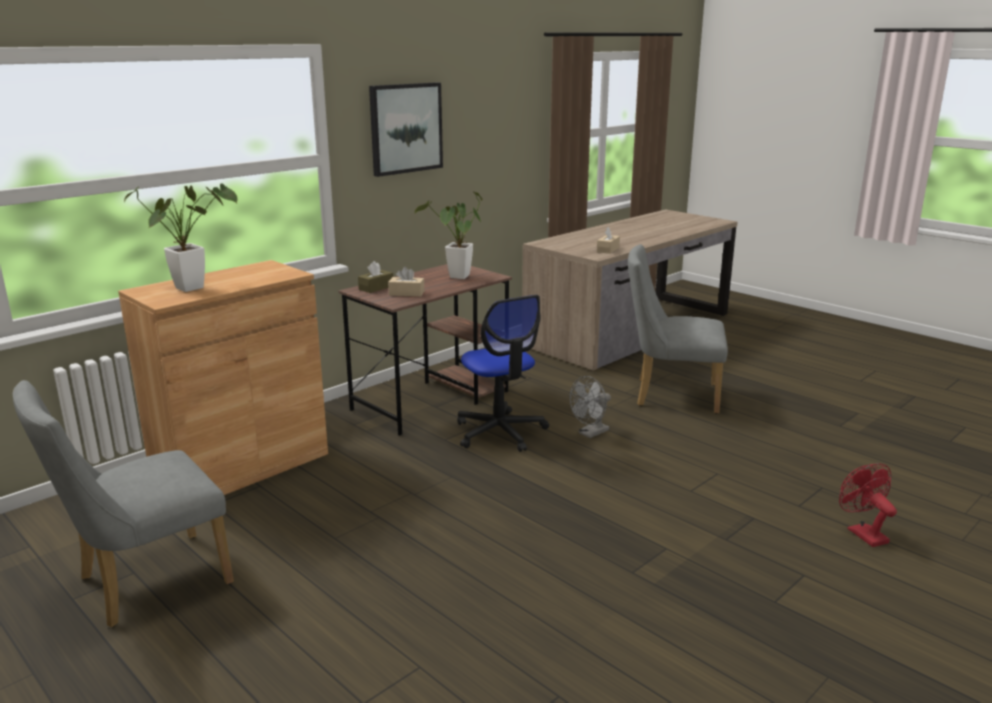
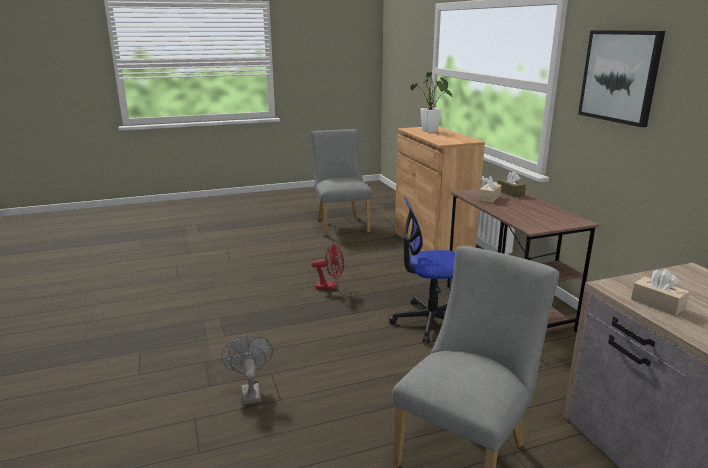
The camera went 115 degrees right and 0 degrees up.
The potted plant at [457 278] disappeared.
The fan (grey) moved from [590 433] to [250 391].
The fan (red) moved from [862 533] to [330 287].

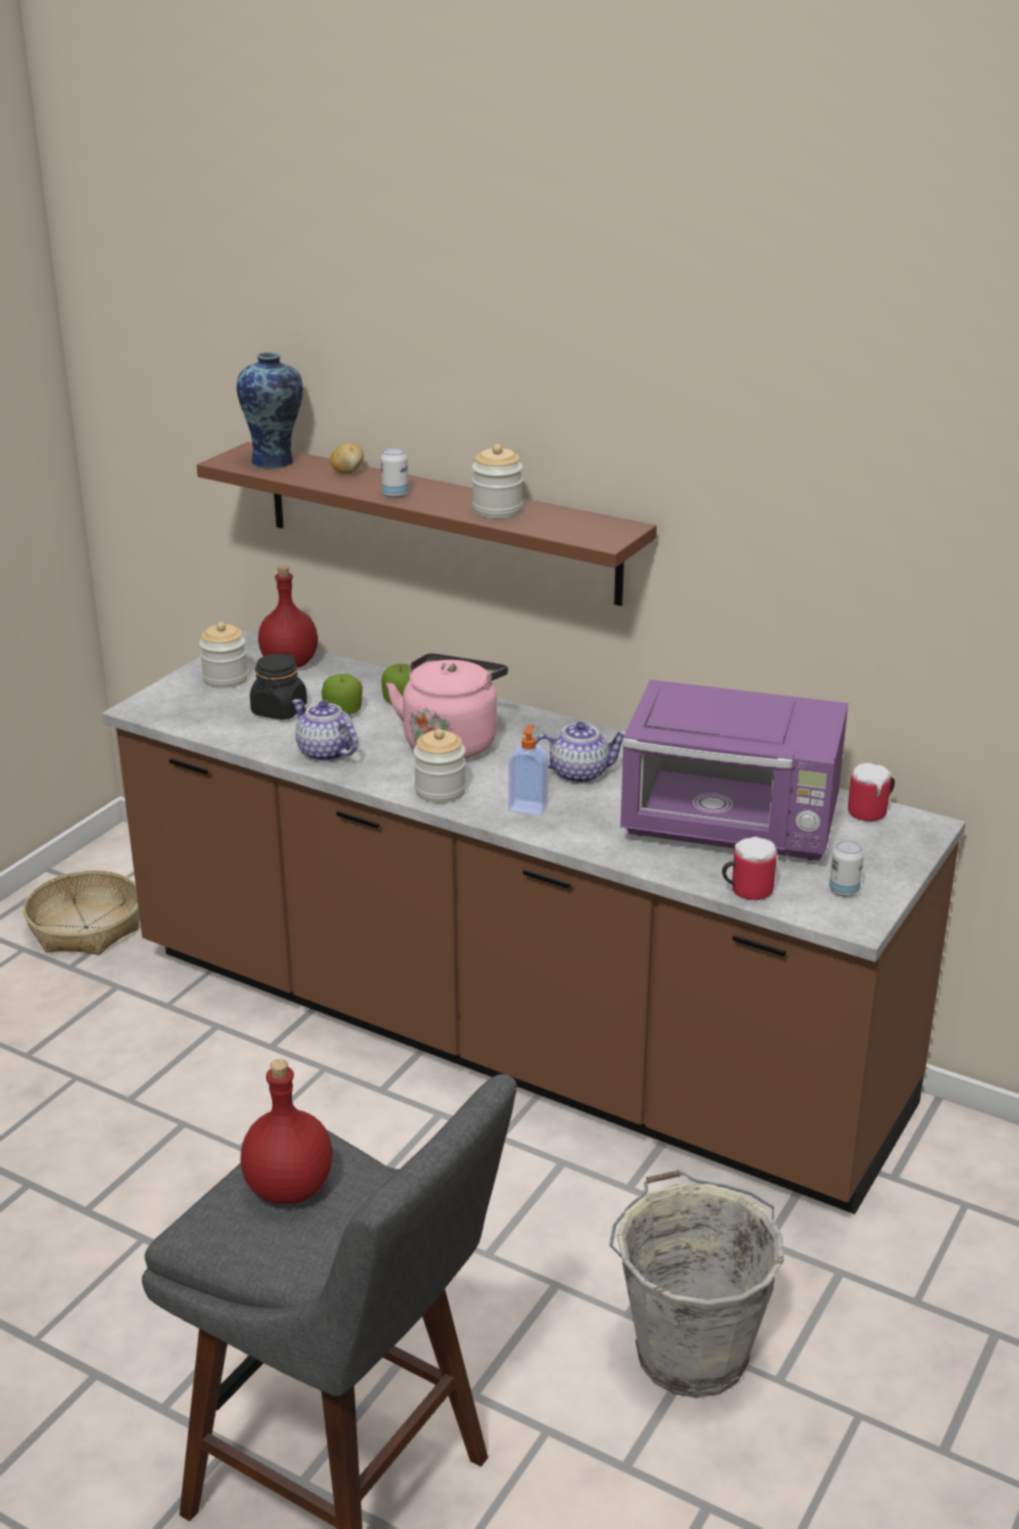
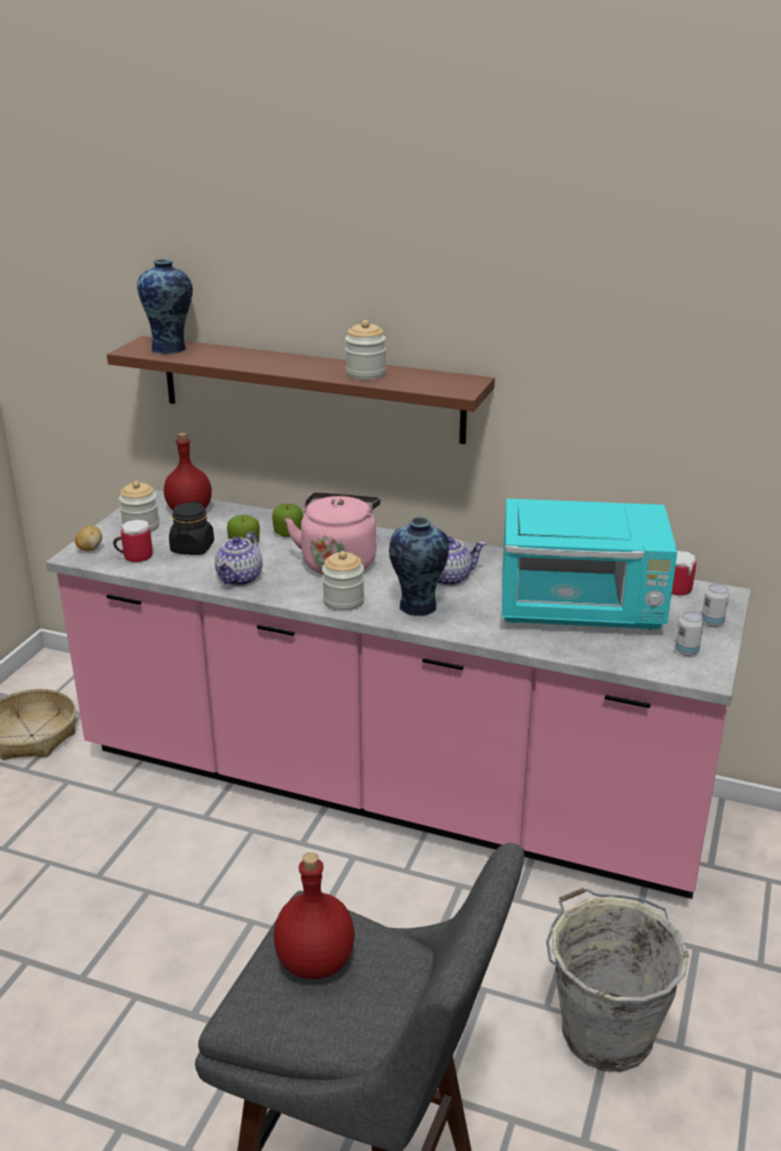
The camera went 10 degrees left and 0 degrees up.
The counter (brown) at [509 1034] became the counter (pink) at [390 786].
The teapot at [324 752] turned 105 degrees counterclockwise.
The potato moved from [347 472] to [90 549].
The can moved from [395 494] to [712 622].
The soap dispenser at [528 807] was replaced by the vase at [418 607].
The microwave (purple) at [732 828] became the microwave (turquoise) at [582 610].
The mug moved from [745 890] to [134 556].

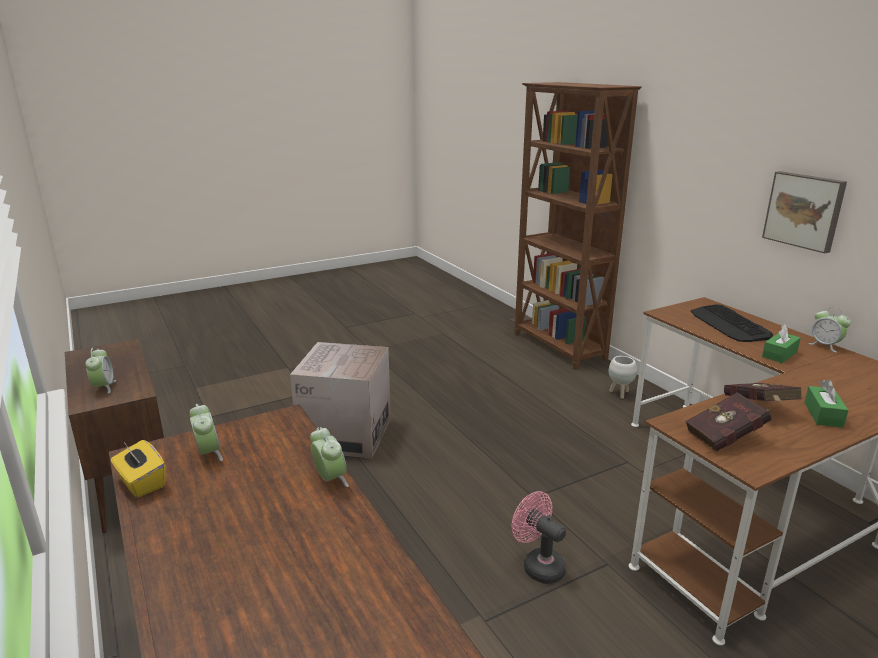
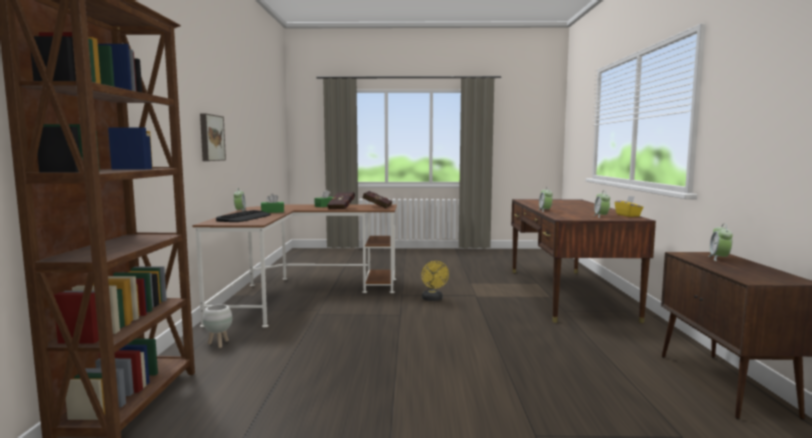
The camera went 150 degrees left and 15 degrees down.
The cardboard box at [346 434] disappeared.
The fan (pink) at [538 565] became the fan (yellow) at [433 299].

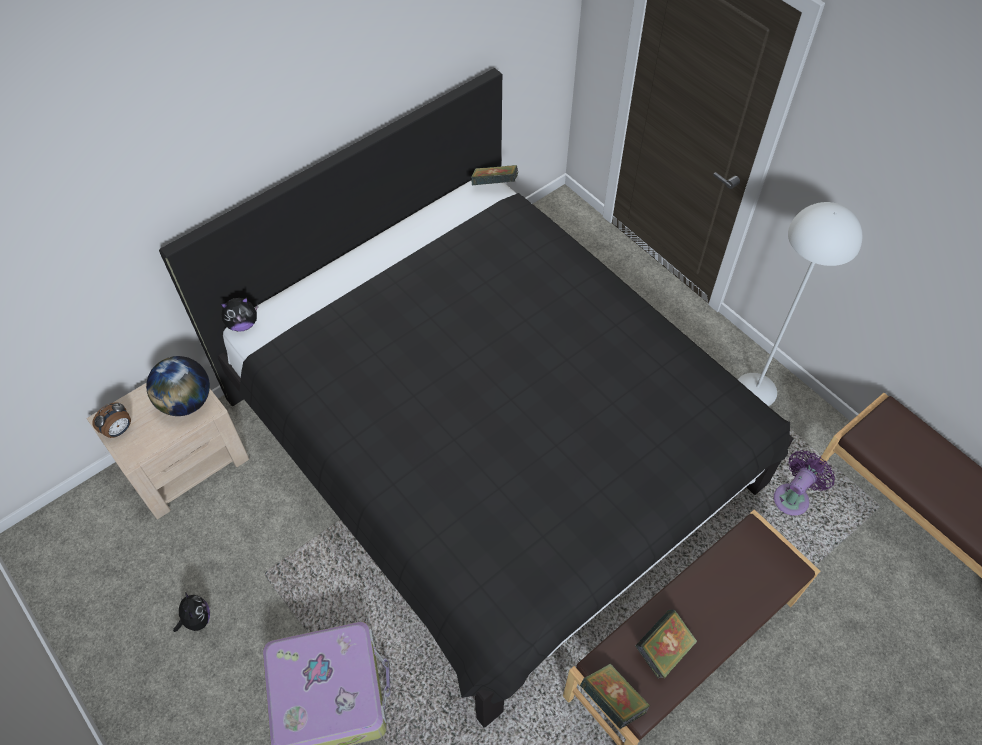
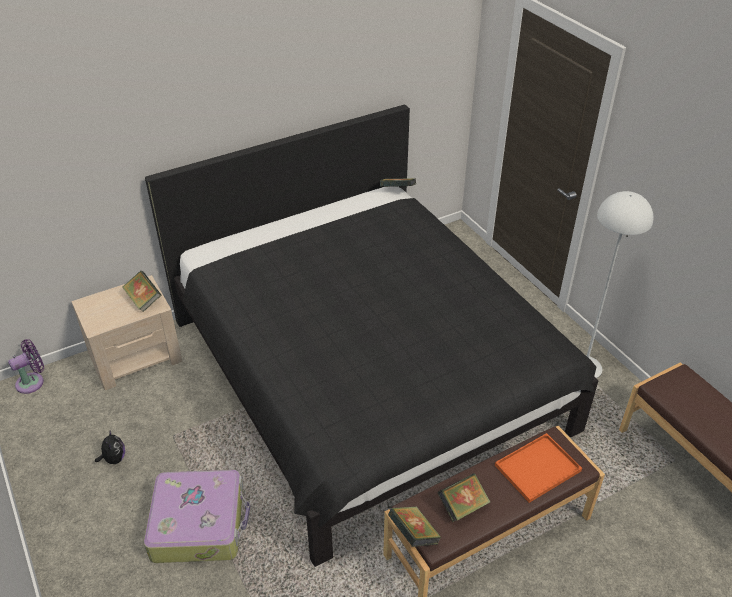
The camera went 10 degrees right and 15 degrees down.
The alarm clock at [119 430] disappeared.
The globe at [186 402] was replaced by the book at [143 300].
The plush toy at [243 324] disappeared.
The fan (purple) moved from [793 497] to [33 382].
The tray (orange) at [537 469] appeared.

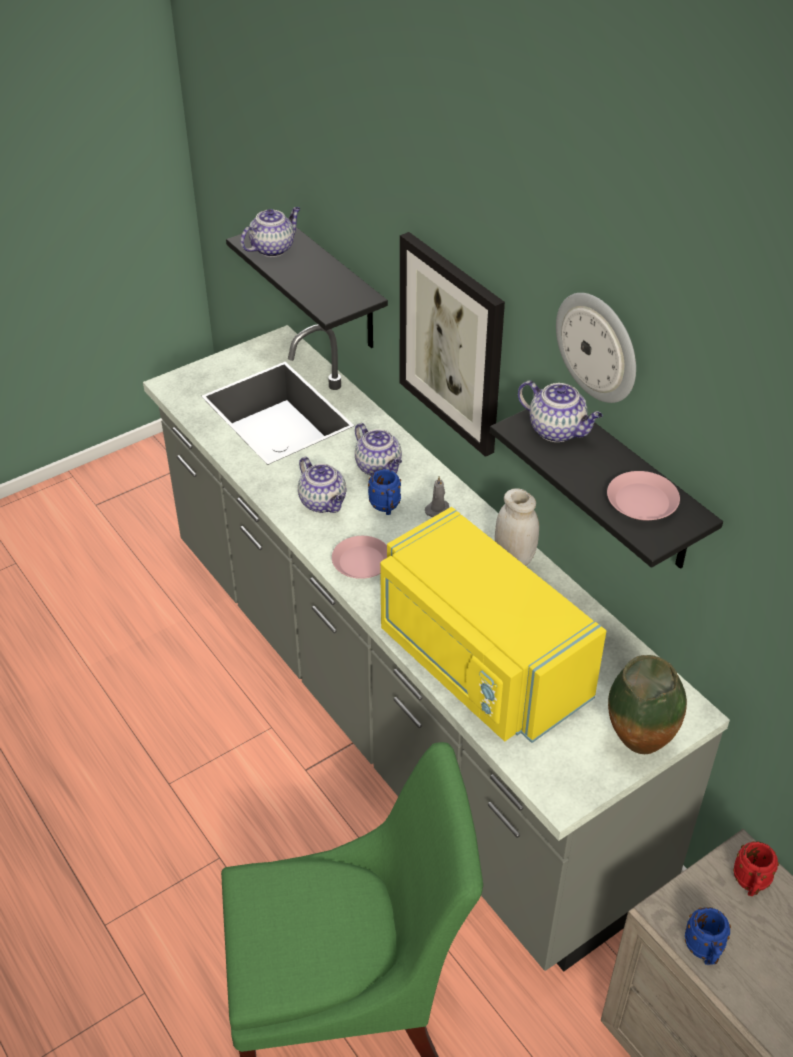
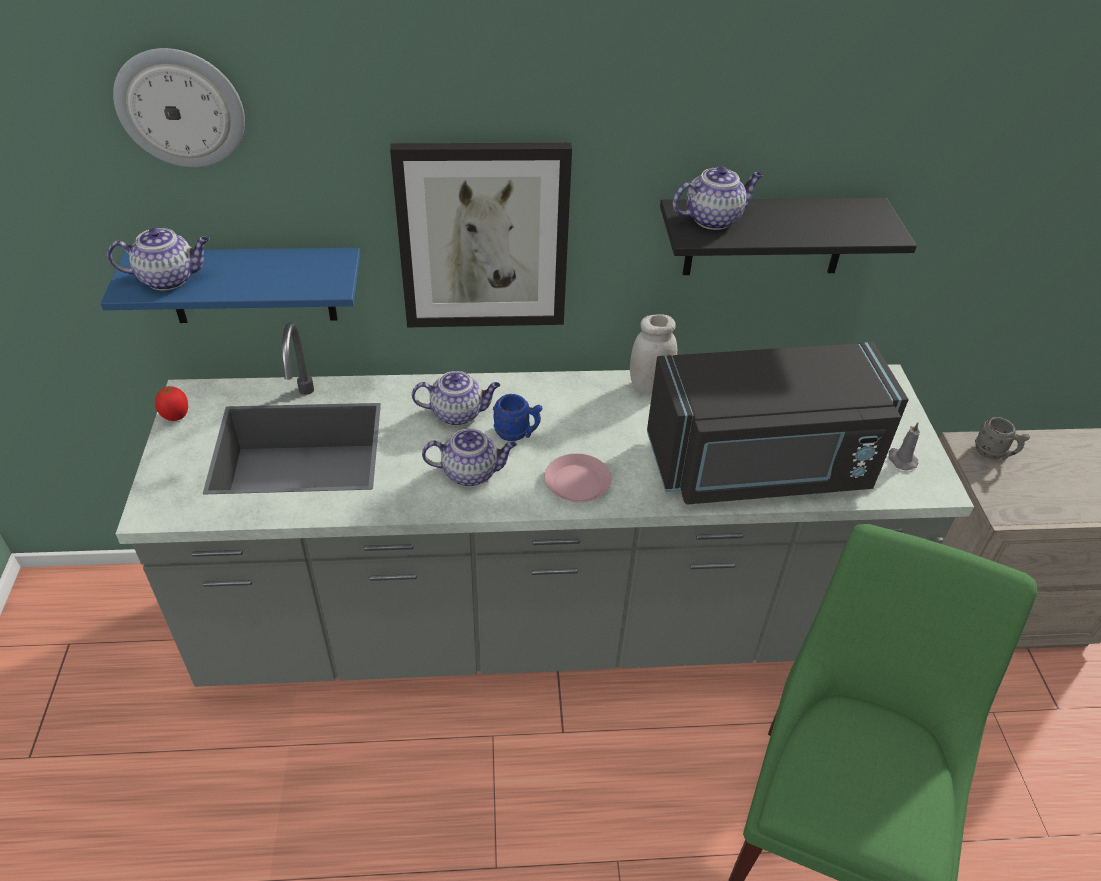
The camera went 60 degrees left and 0 degrees up.
The shelf (black) at [335 287] became the shelf (blue) at [251 285].
The teapot at [273 248] turned 90 degrees clockwise.
The microwave (yellow) at [478 664] became the microwave (black) at [762 467].
The candle (grey) moved from [438 510] to [901 459].
The wall clock moved from [598 346] to [181 108].
The plate (pink) at [642 502] disappeared.
The vase at [637 748] disappeared.
The mug (blue) at [704 951] disappeared.
The mug (red) at [750 884] became the mug (grey) at [994 454].
The tomato at [176 416] appeared.

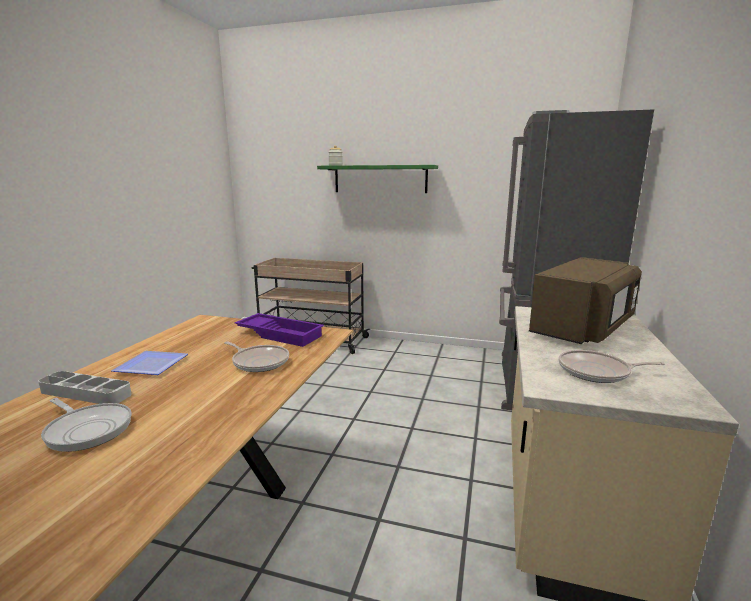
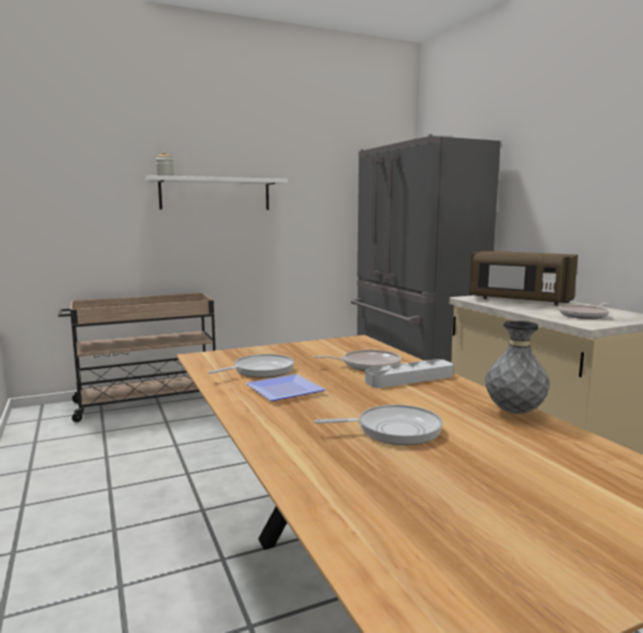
The camera went 40 degrees left and 5 degrees down.
The tray (grey) moved from [86 393] to [409 378].
The tray (purple) at [281 334] disappeared.
The shelf (green) at [380 179] became the shelf (white) at [215 194].
The microwave (brown) at [583 328] turned 120 degrees clockwise.
The frying pan at [260 370] appeared.
The vase (grey) at [514 412] appeared.

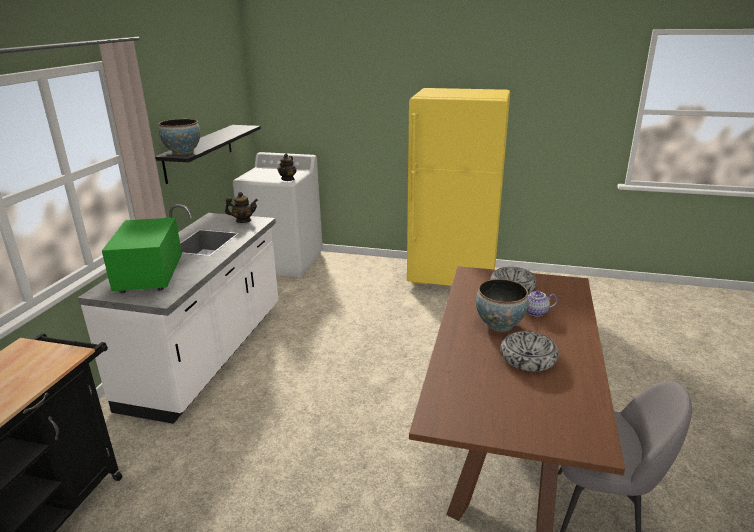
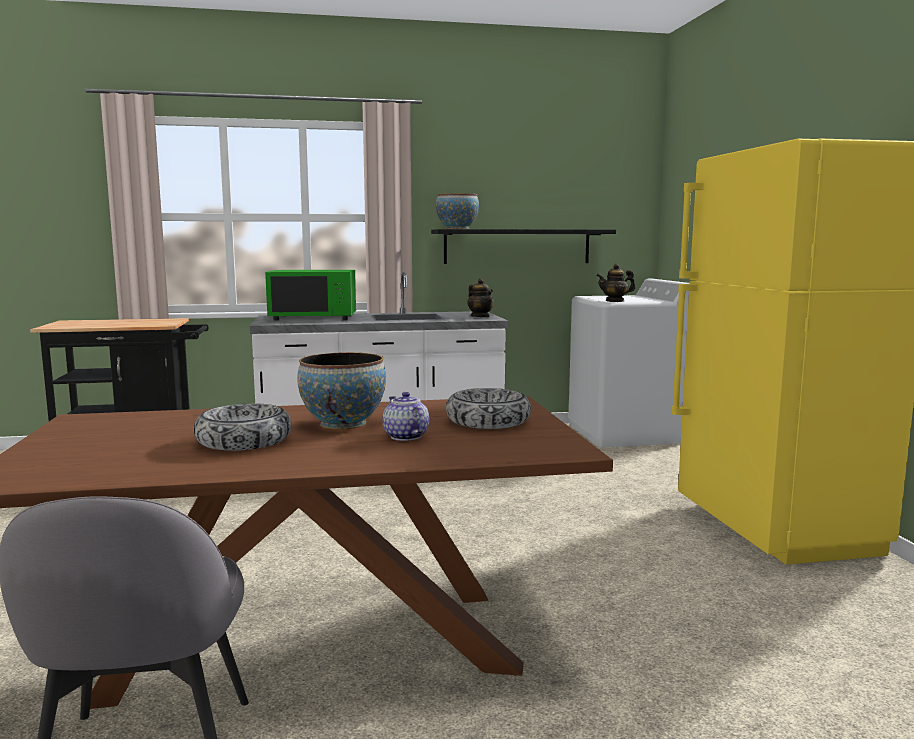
The camera went 65 degrees right and 15 degrees down.
The microwave (green) at [150 275] turned 150 degrees counterclockwise.

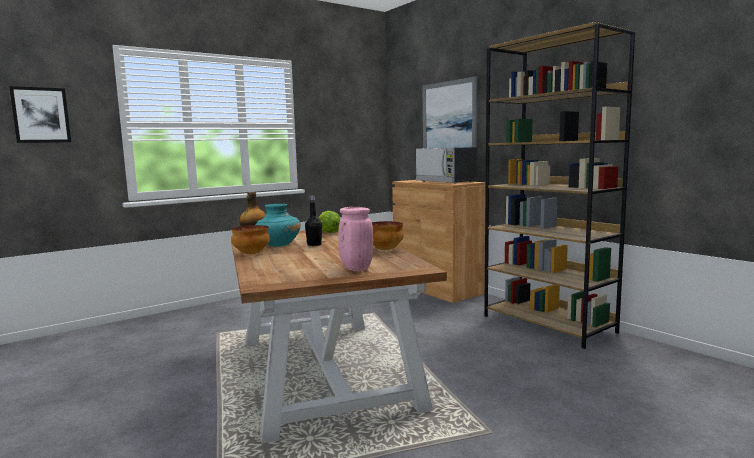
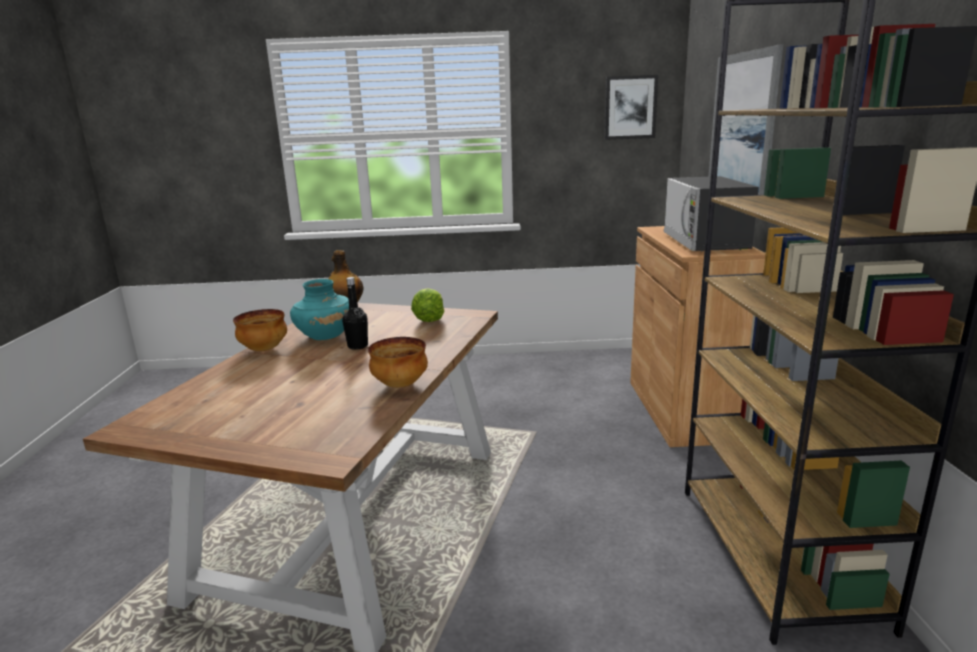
The camera went 35 degrees right and 10 degrees up.
The picture moved from [41 115] to [630 107].
The vase (pink) at [355 269] disappeared.

